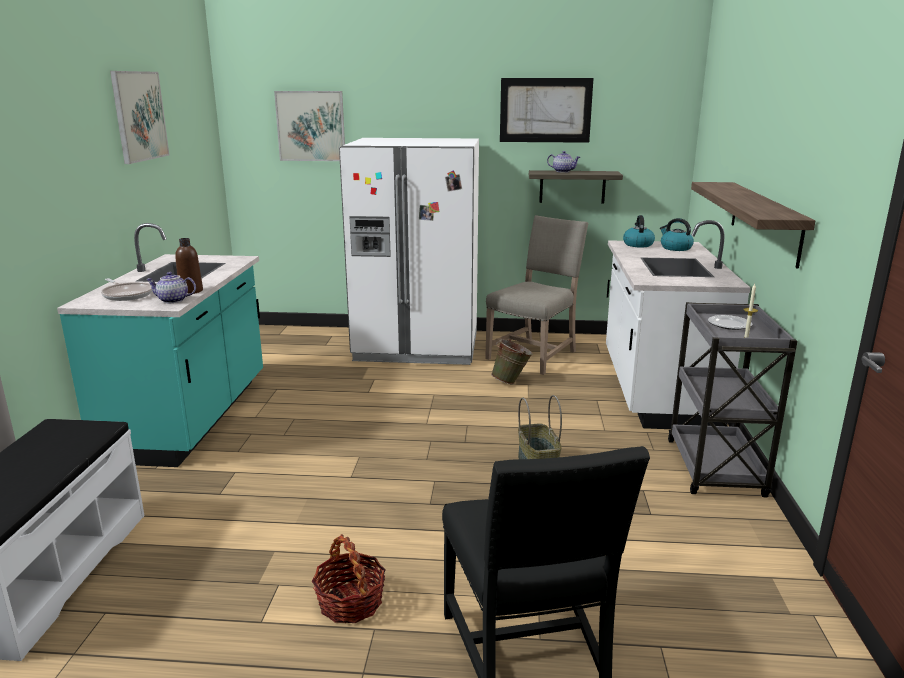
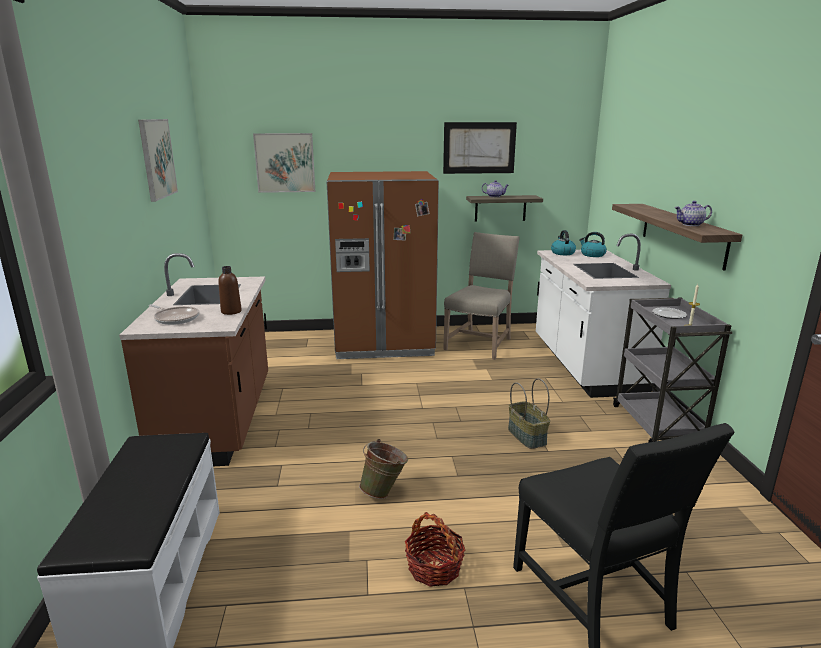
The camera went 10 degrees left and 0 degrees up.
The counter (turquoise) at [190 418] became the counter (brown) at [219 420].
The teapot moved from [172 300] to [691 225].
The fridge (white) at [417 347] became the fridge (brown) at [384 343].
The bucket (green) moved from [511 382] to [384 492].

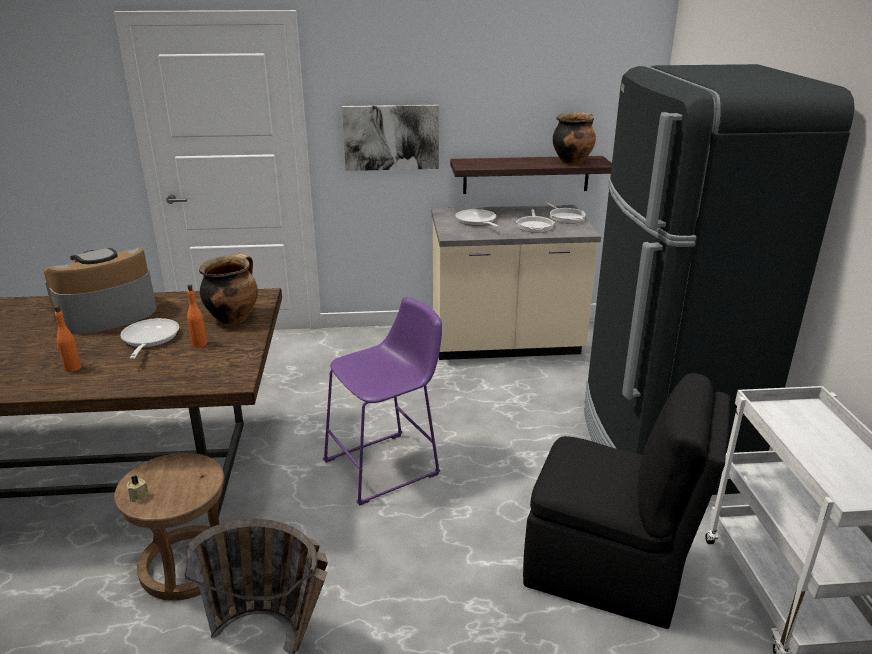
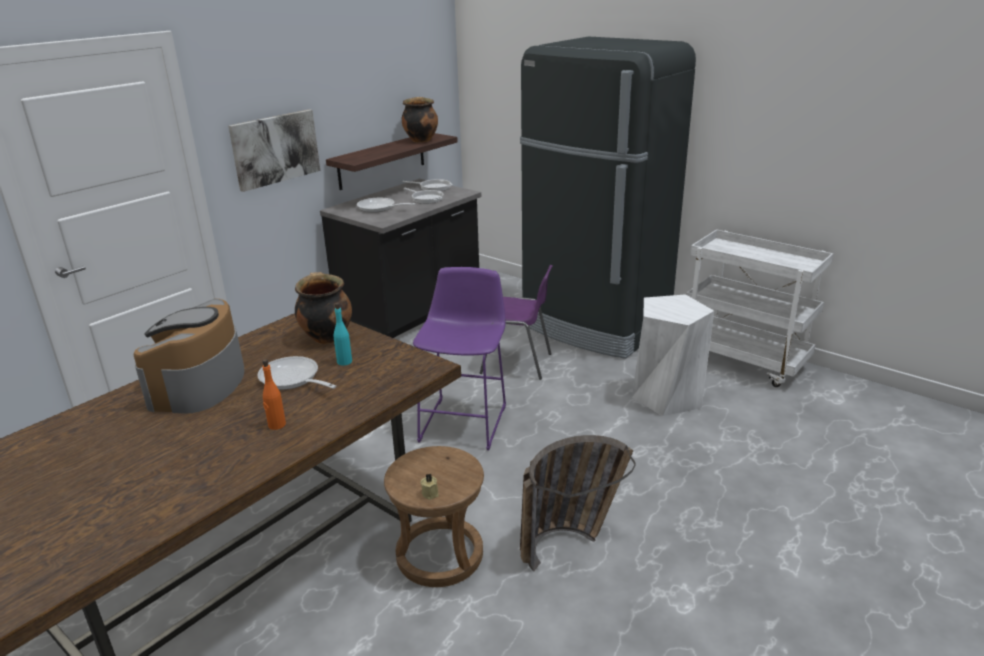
The camera went 45 degrees left and 0 degrees up.
The bottle (orange) at [199 344] became the bottle (turquoise) at [344 362].
The counter (beige) at [505 343] became the counter (black) at [411 312].
The chair (black) at [608 571] was replaced by the stool (white) at [667 397].
The chair (purple) at [518 364] appeared.

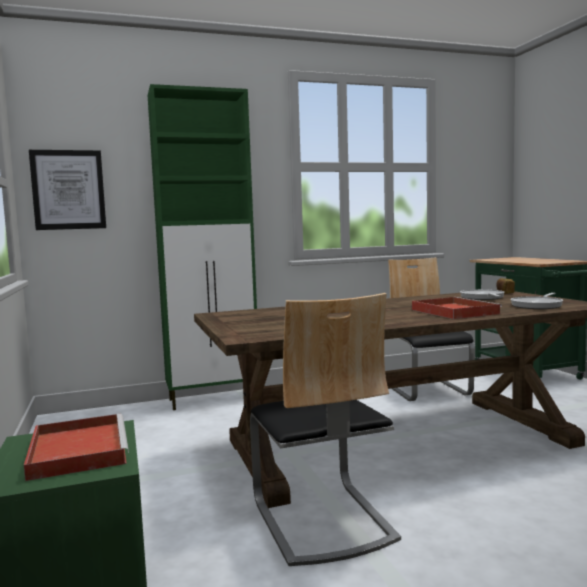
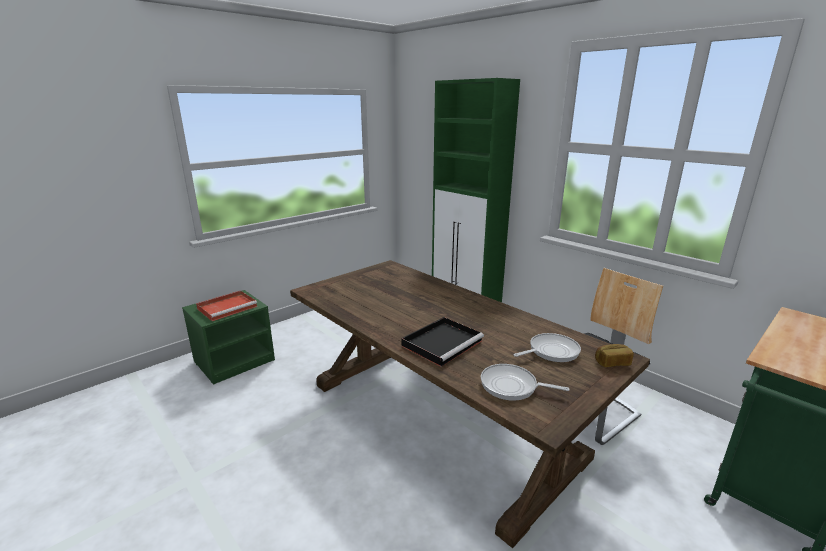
The camera went 65 degrees right and 15 degrees up.
The picture at [68 190] disappeared.
The chair at [321 519] disappeared.
The tray (red) at [453 311] became the tray (black) at [443 342].

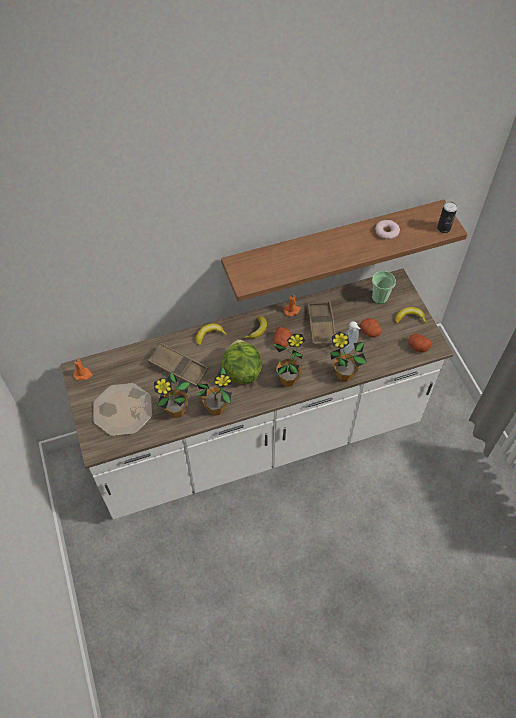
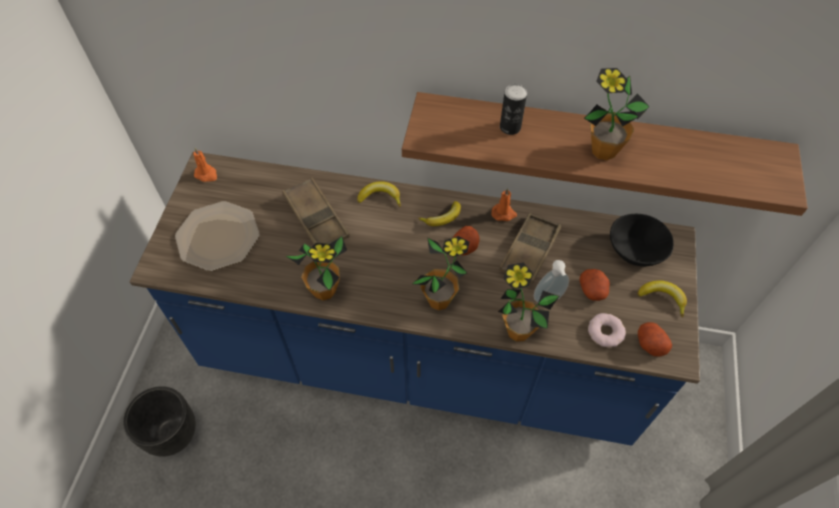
The camera went 30 degrees right and 0 degrees up.
The counter (white) at [258 439] became the counter (blue) at [419 360].
The potted plant moved from [176 411] to [603 151].
The lettuce at [241 372] disappeared.
The cup at [379 297] was replaced by the bowl (black) at [635 251].
The donut moved from [386 231] to [605 332].
The can moved from [443 228] to [510 127].
The planter (black) at [172 434] appeared.

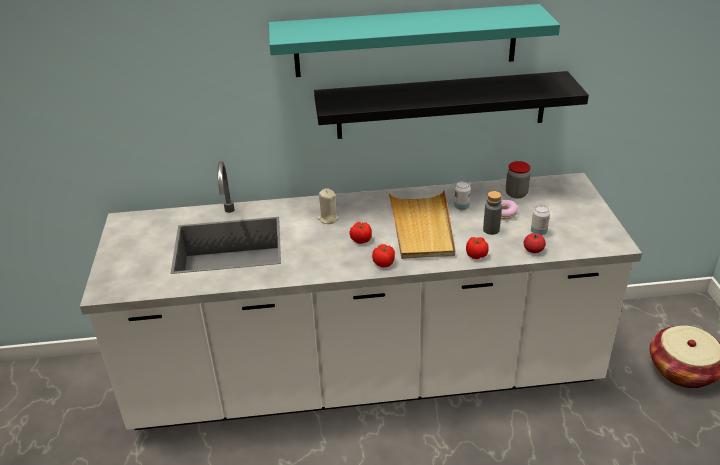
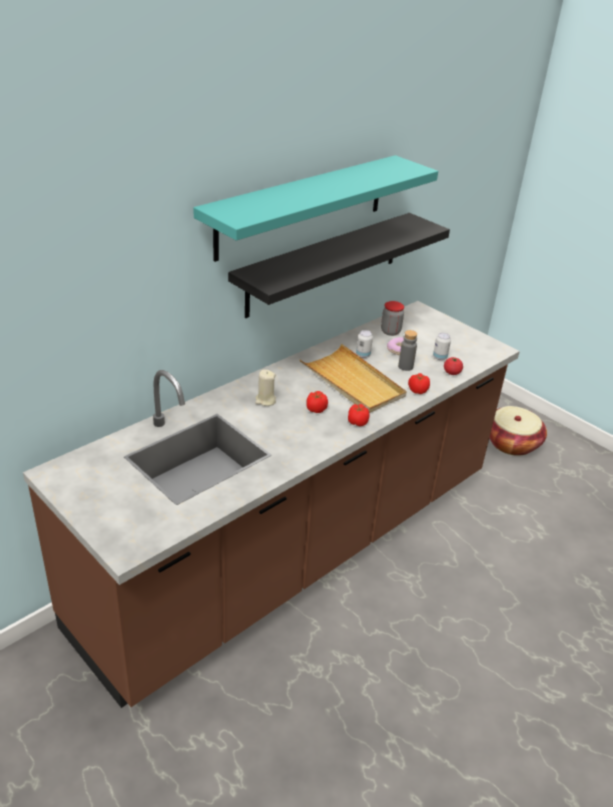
The camera went 40 degrees left and 0 degrees up.
The counter (white) at [365 375] became the counter (brown) at [296 548].

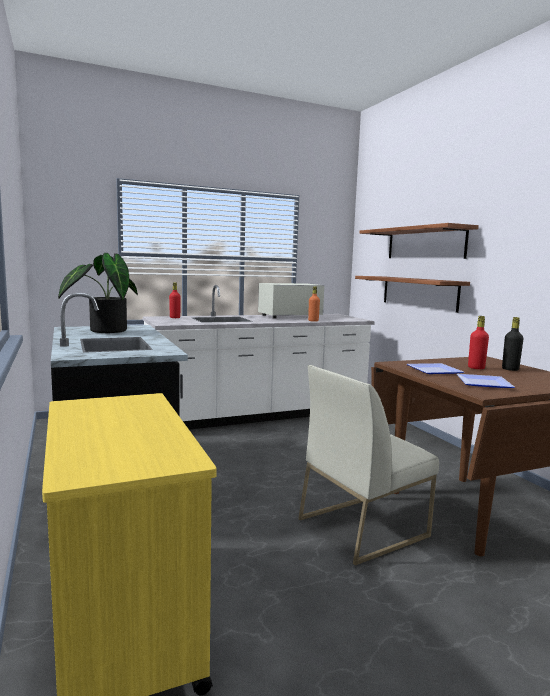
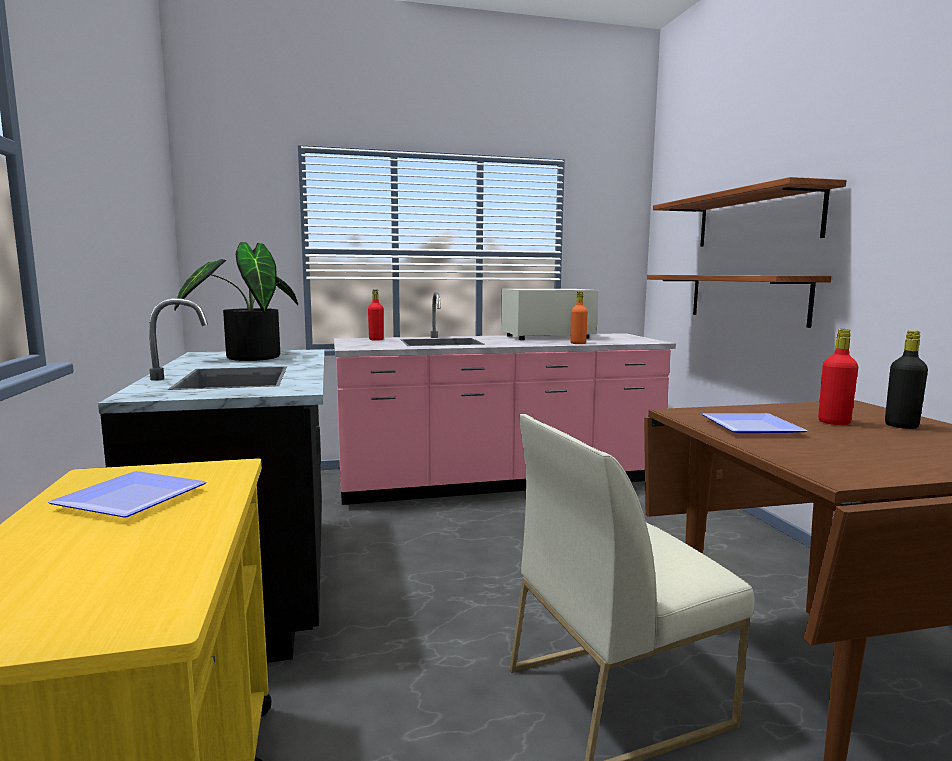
The camera went 10 degrees right and 0 degrees up.
The counter (white) at [258 415] became the counter (pink) at [499 481].
The plate moved from [485 383] to [137 498].

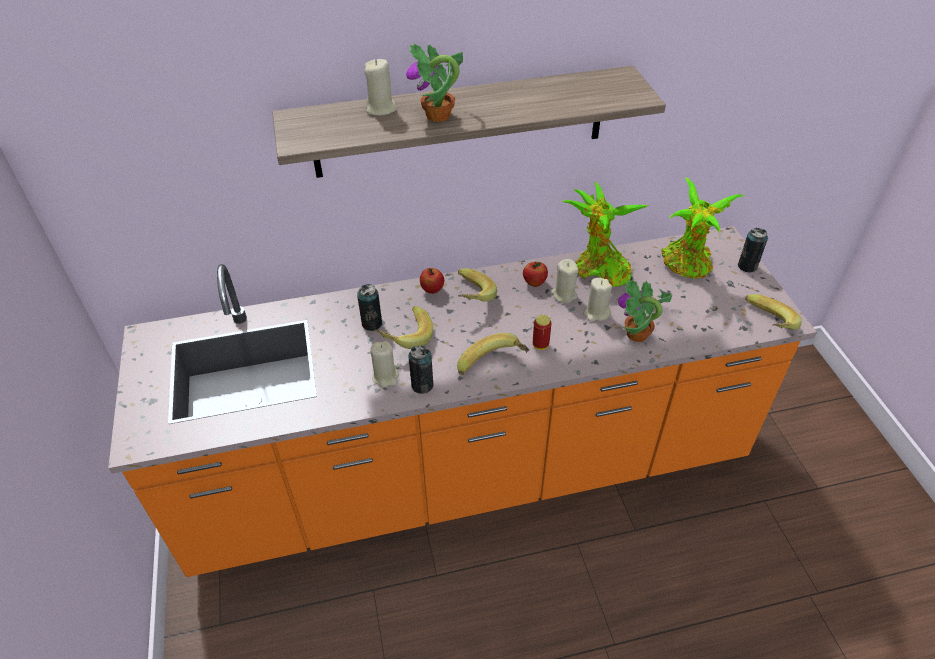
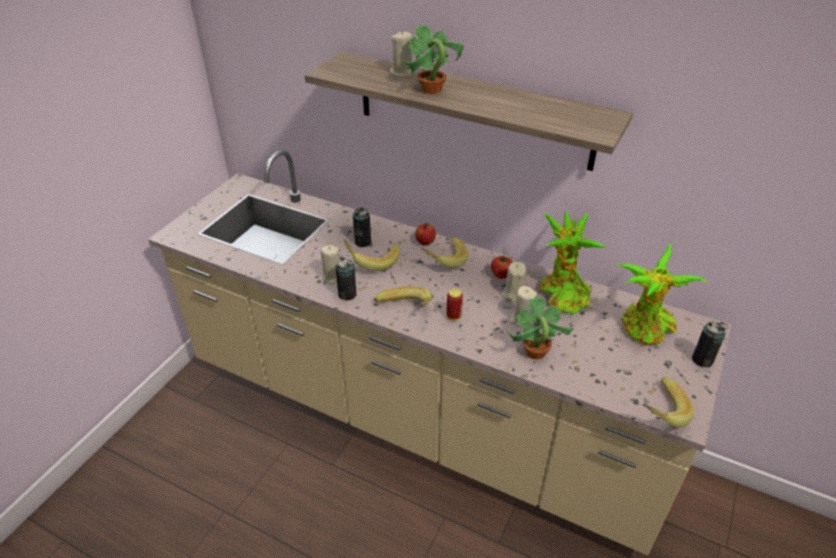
The camera went 40 degrees right and 5 degrees down.
The counter (orange) at [469 474] became the counter (beige) at [418 417].

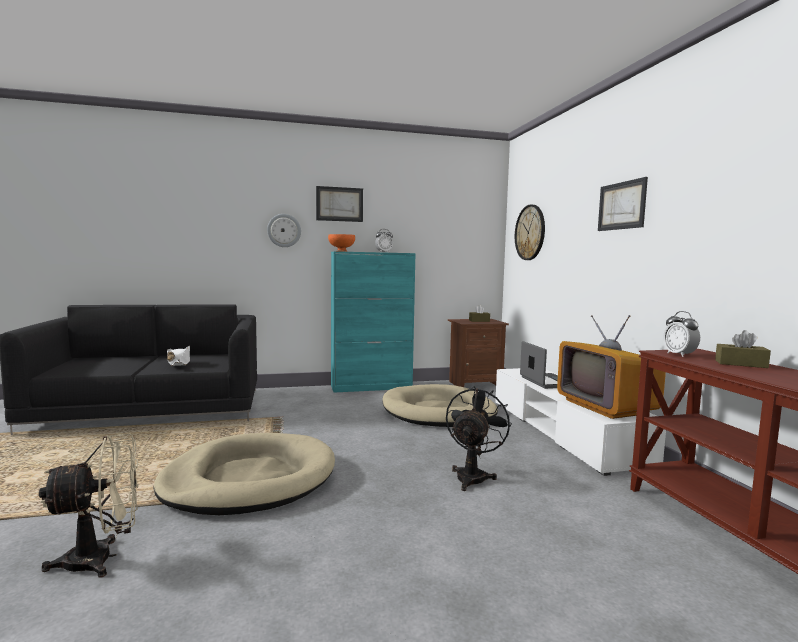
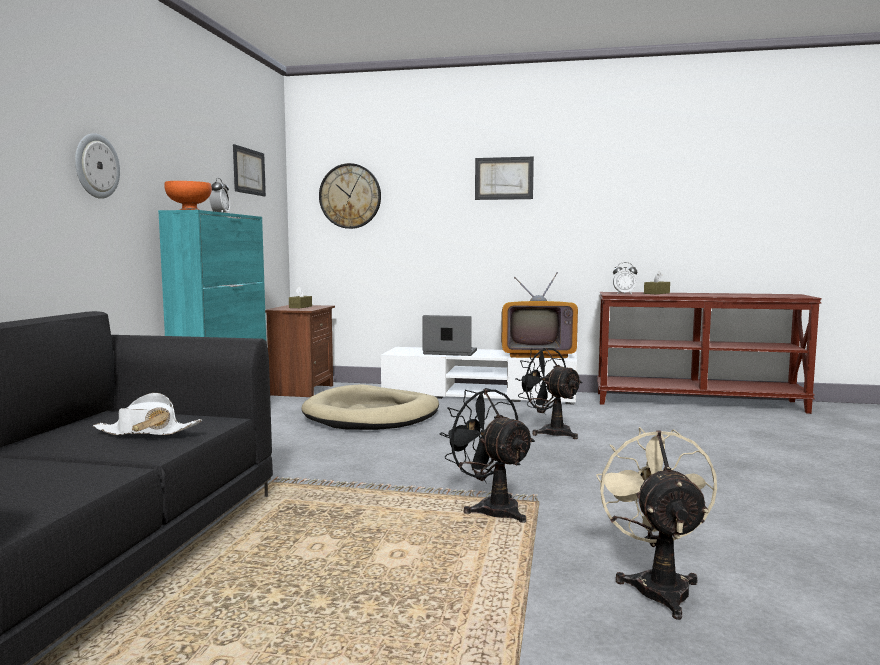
The camera went 65 degrees left and 0 degrees up.
The dog bed (beige) at [249 479] was replaced by the fan (black) at [491 508].
The picture moved from [339 204] to [249 171].

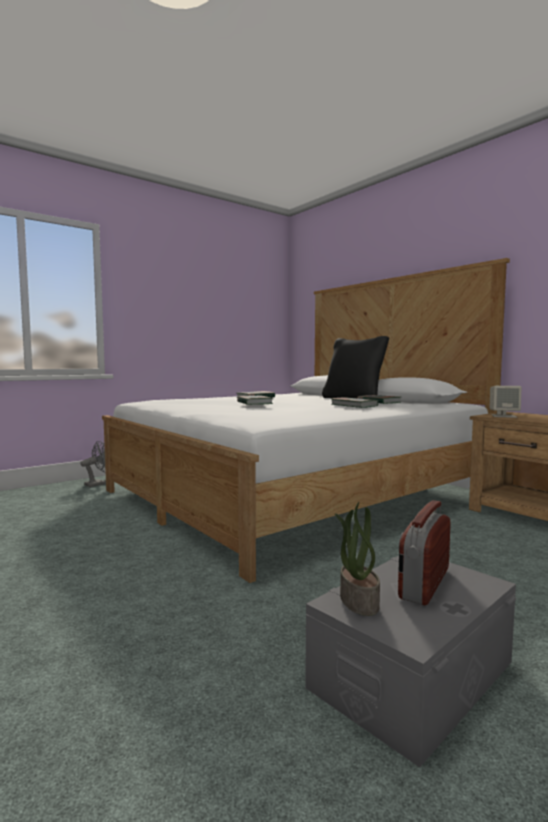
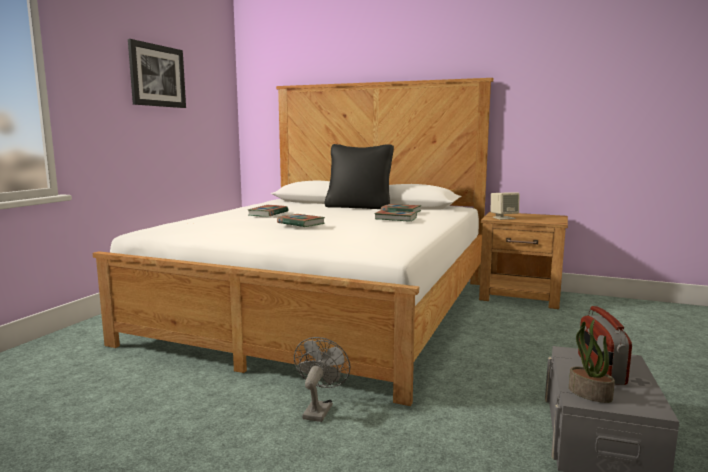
The camera went 30 degrees left and 5 degrees up.
The fan (grey) moved from [99 484] to [319 409].
The picture at [157 76] appeared.

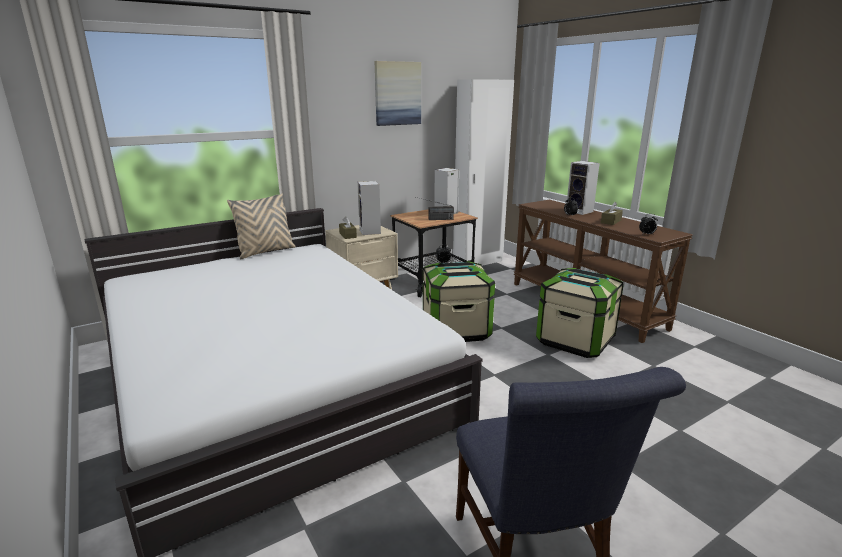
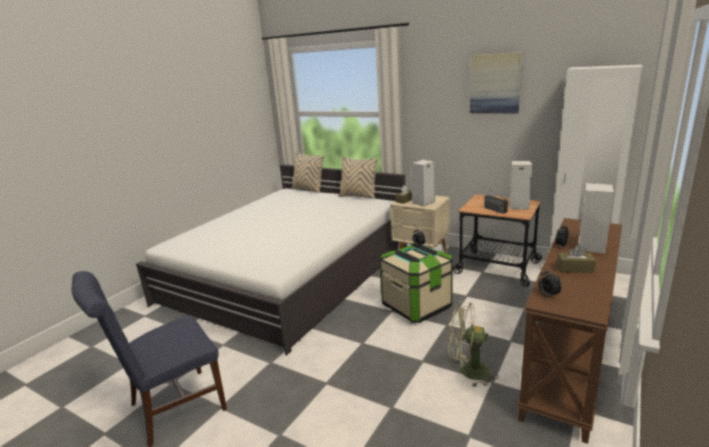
The camera went 65 degrees right and 0 degrees up.
The storage box at [575 341] was replaced by the fan (green) at [467 371].
The pillow (beige) at [308 189] appeared.

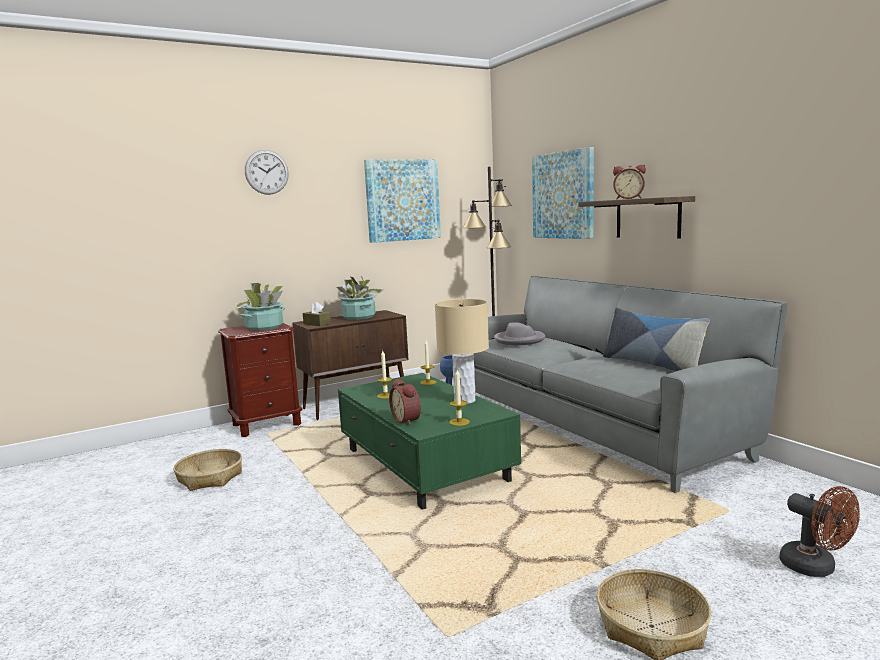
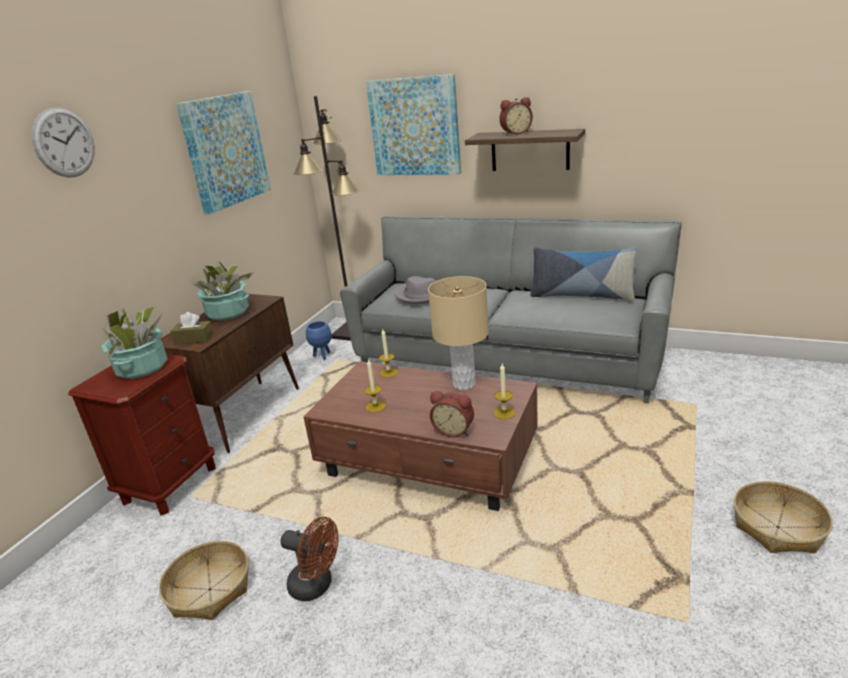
The camera went 35 degrees left and 15 degrees up.
The coffee table (green) at [424 466] became the coffee table (brown) at [430 461].
The fan (brown) moved from [815 568] to [317 585].

